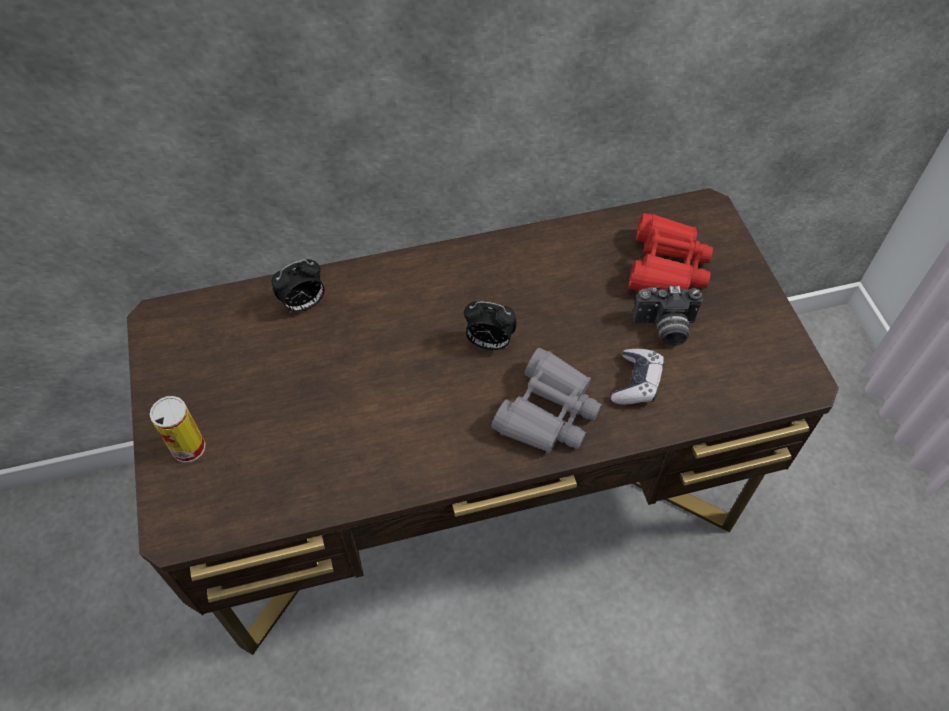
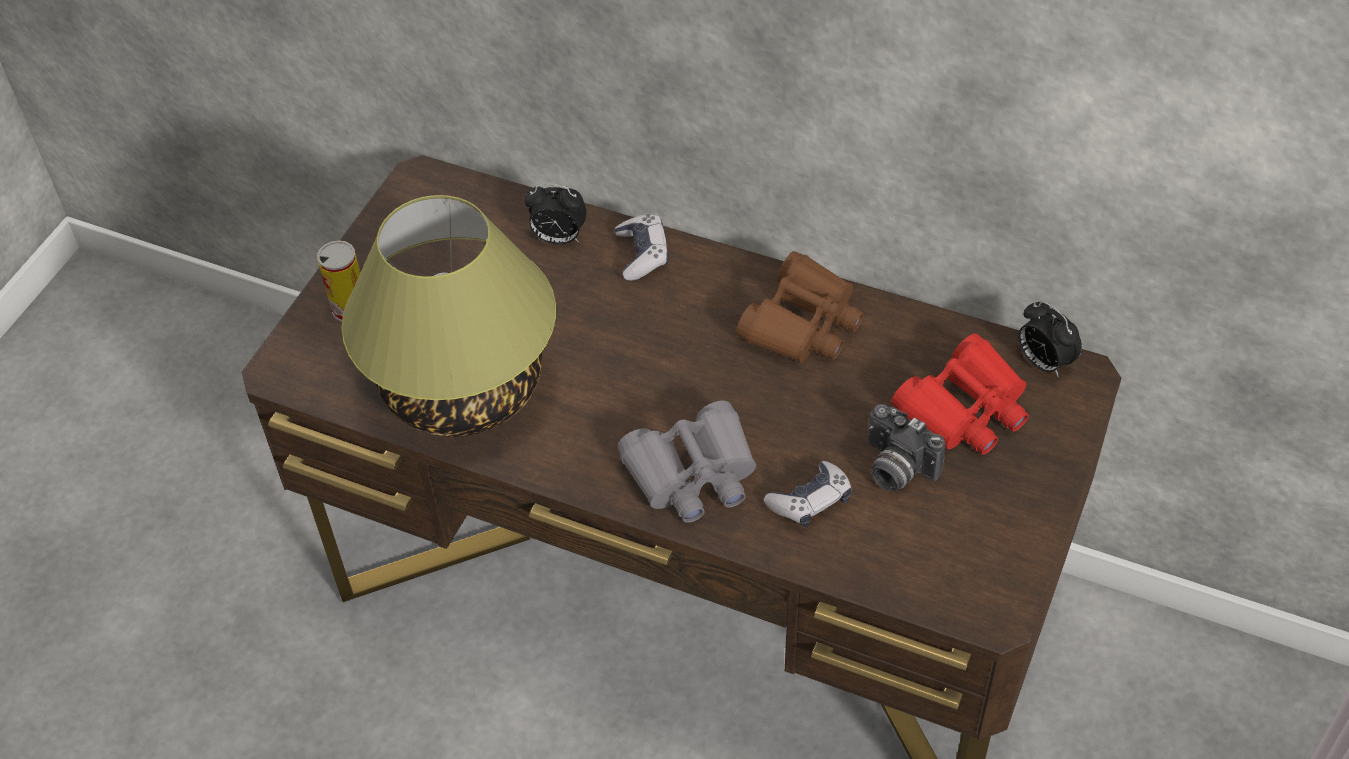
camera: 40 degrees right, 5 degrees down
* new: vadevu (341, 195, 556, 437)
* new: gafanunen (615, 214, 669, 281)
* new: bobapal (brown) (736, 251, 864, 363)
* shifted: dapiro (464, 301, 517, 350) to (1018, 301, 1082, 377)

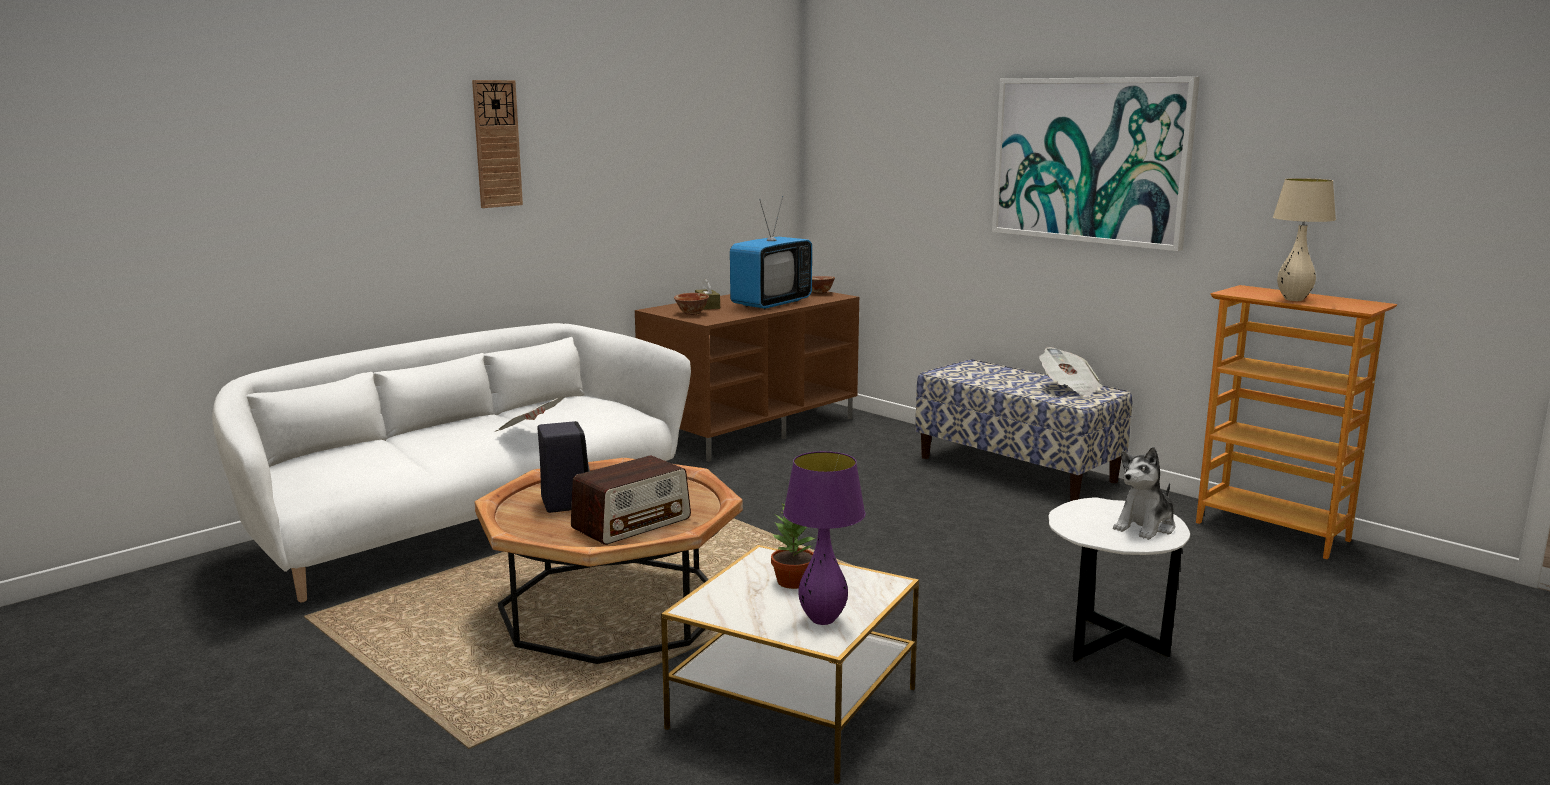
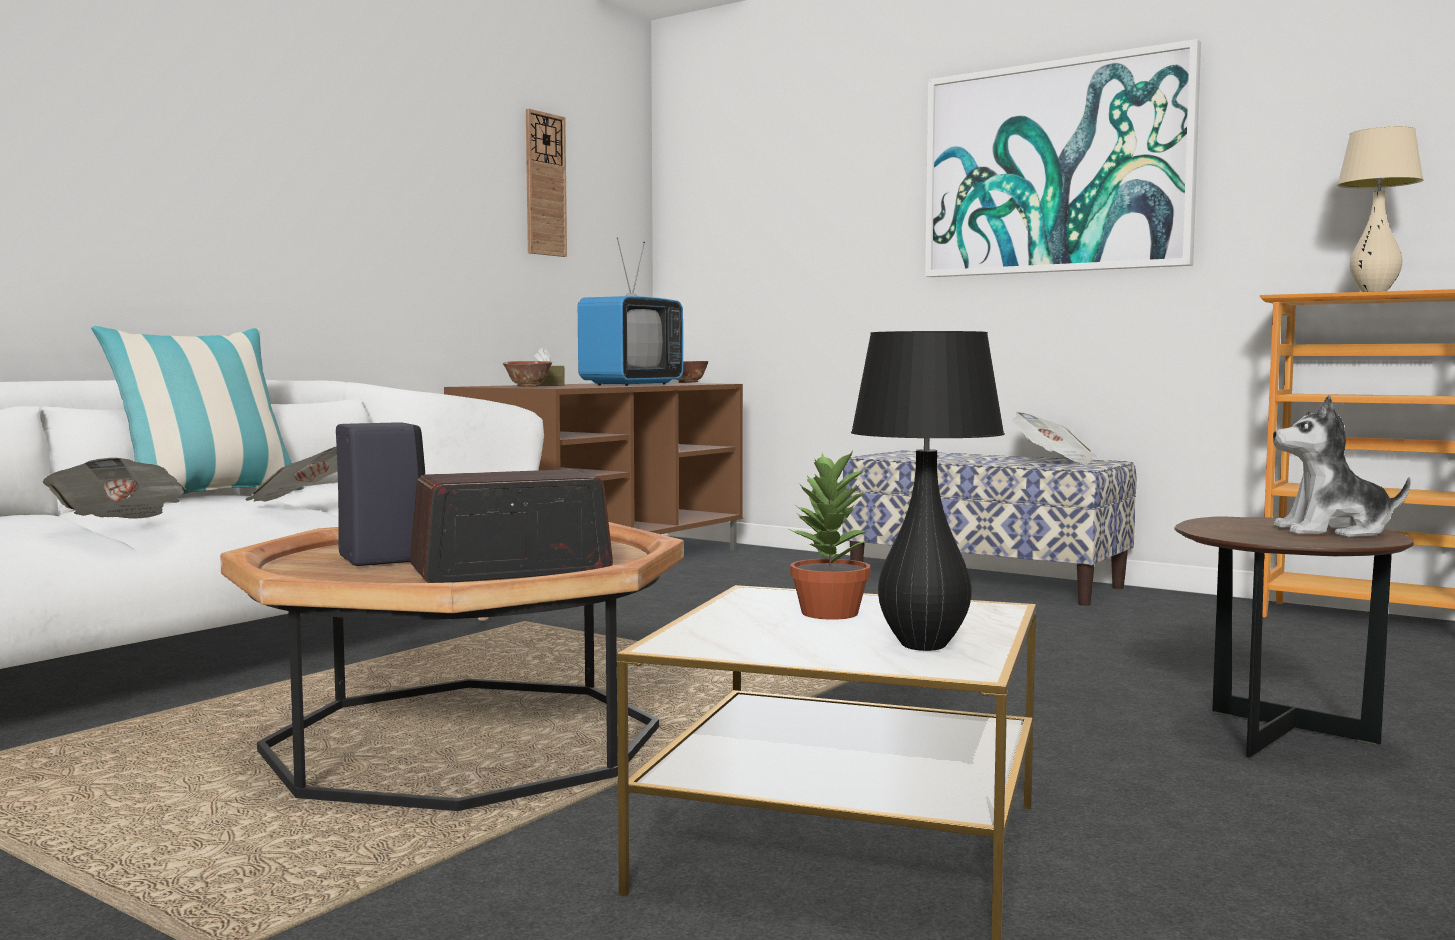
camera: 10 degrees left, 10 degrees down
* new: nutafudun (43, 458, 186, 518)
* new: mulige (91, 326, 305, 495)
* rotated: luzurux (571, 456, 691, 545) = (410, 469, 613, 583) 150 degrees counterclockwise
* shifted: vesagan (472, 80, 523, 208) to (526, 108, 567, 257)
* repainted: vadevu (purple) (783, 451, 865, 625) to vadevu (black) (851, 331, 1005, 651)
* repainted: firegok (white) (1048, 498, 1190, 662) to firegok (brown) (1175, 516, 1414, 759)
* rotated: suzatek (1113, 447, 1175, 540) = (1273, 396, 1411, 537) 60 degrees clockwise

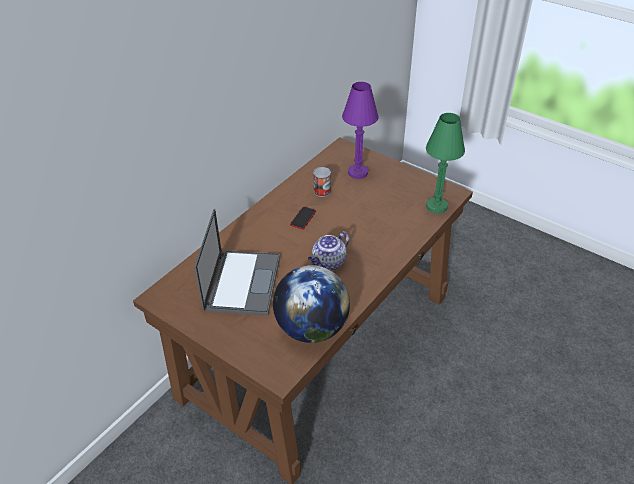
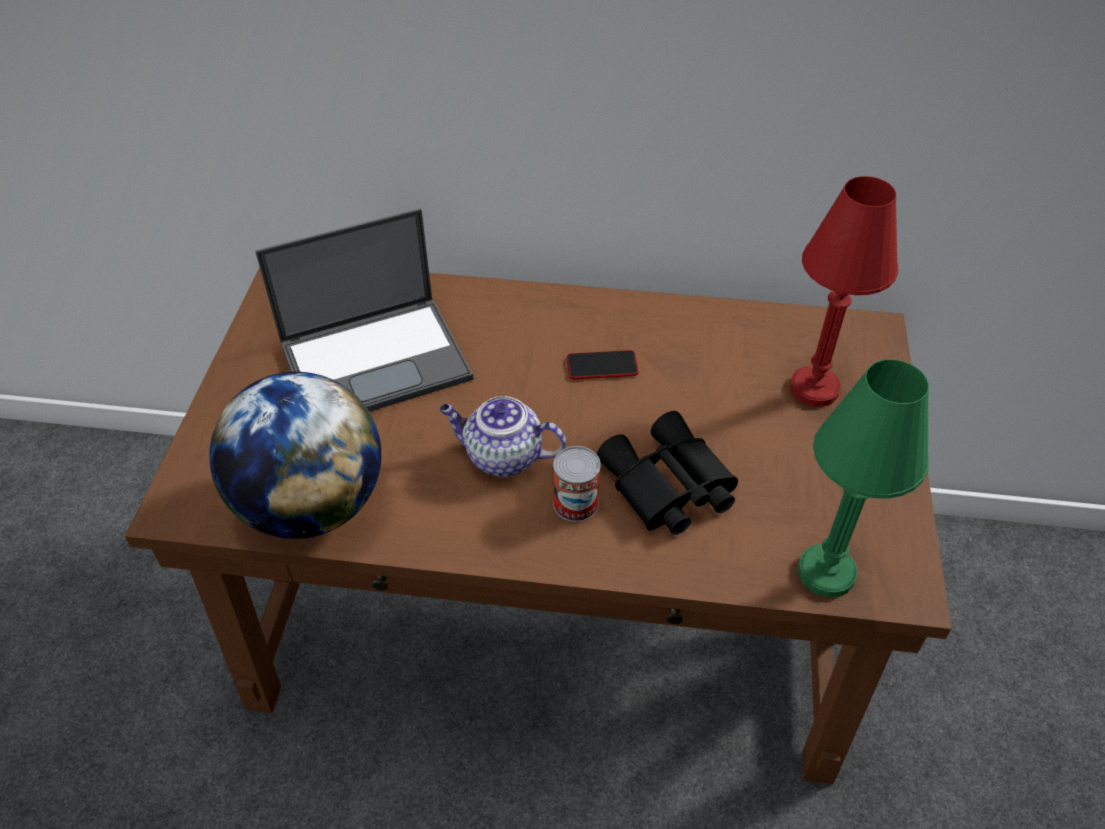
camera: 60 degrees right, 5 degrees up
* shifted: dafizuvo (313, 167, 331, 197) to (553, 446, 601, 522)
* new: bobapal (black) (597, 411, 738, 535)
* repainted: vadevu (purple) (342, 82, 379, 179) to vadevu (red) (790, 176, 898, 407)

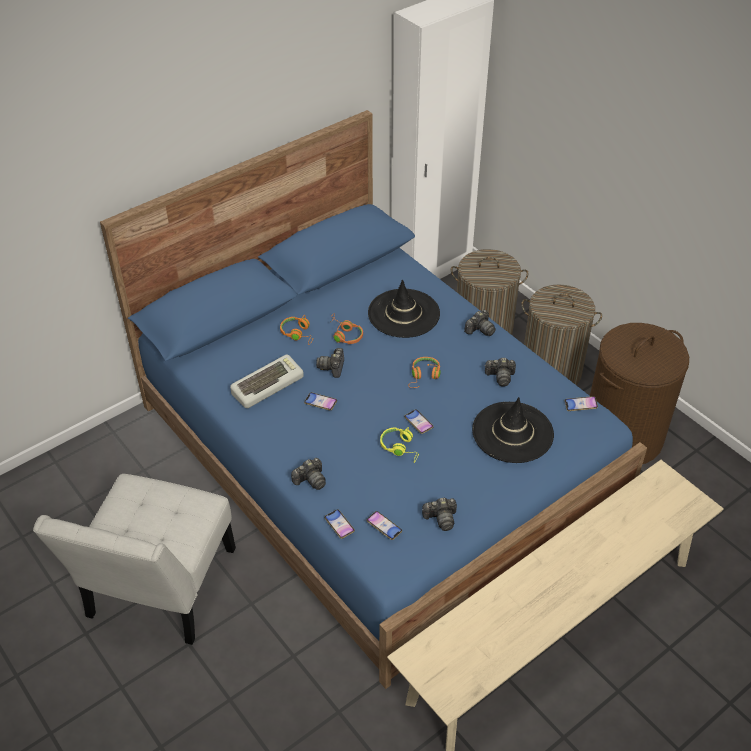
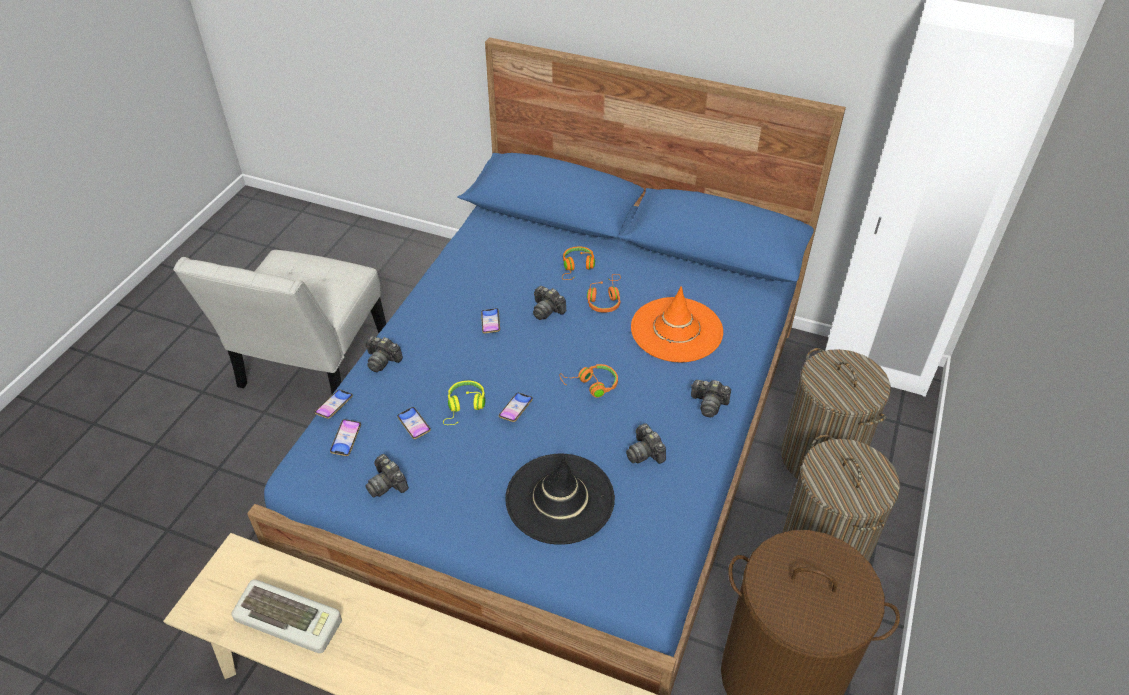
camera: 60 degrees right, 0 degrees up
* rotated: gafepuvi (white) (33, 474, 236, 645) = (173, 250, 386, 394) 60 degrees counterclockwise
* shifted: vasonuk (230, 355, 304, 408) to (232, 579, 342, 653)
* shifted: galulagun (565, 396, 598, 411) to (397, 407, 431, 439)
* rotated: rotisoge (316, 348, 344, 378) = (533, 286, 566, 320) 120 degrees counterclockwise
* repainted: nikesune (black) (368, 279, 440, 338) to nikesune (orange) (631, 286, 723, 362)

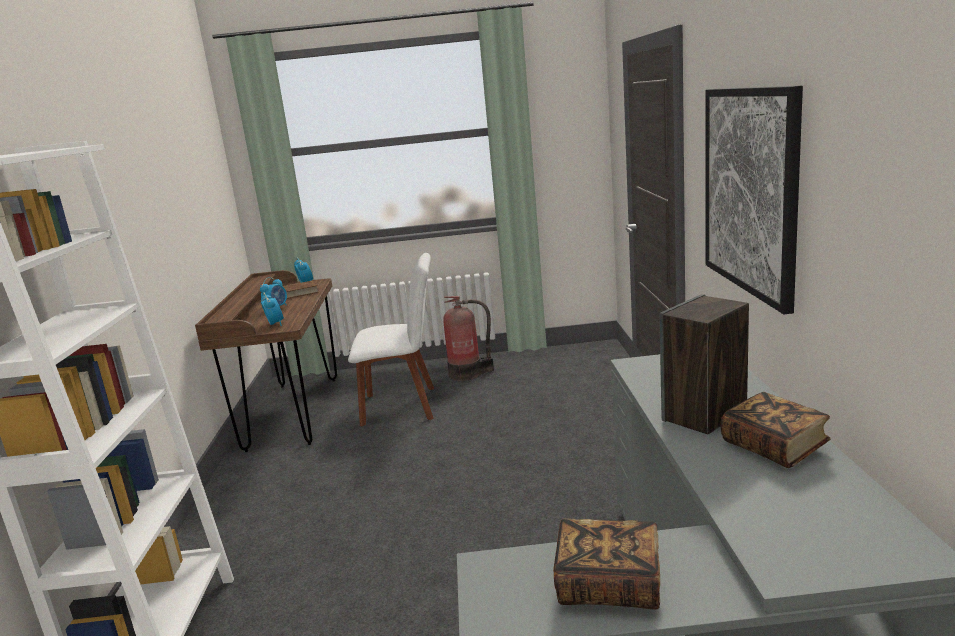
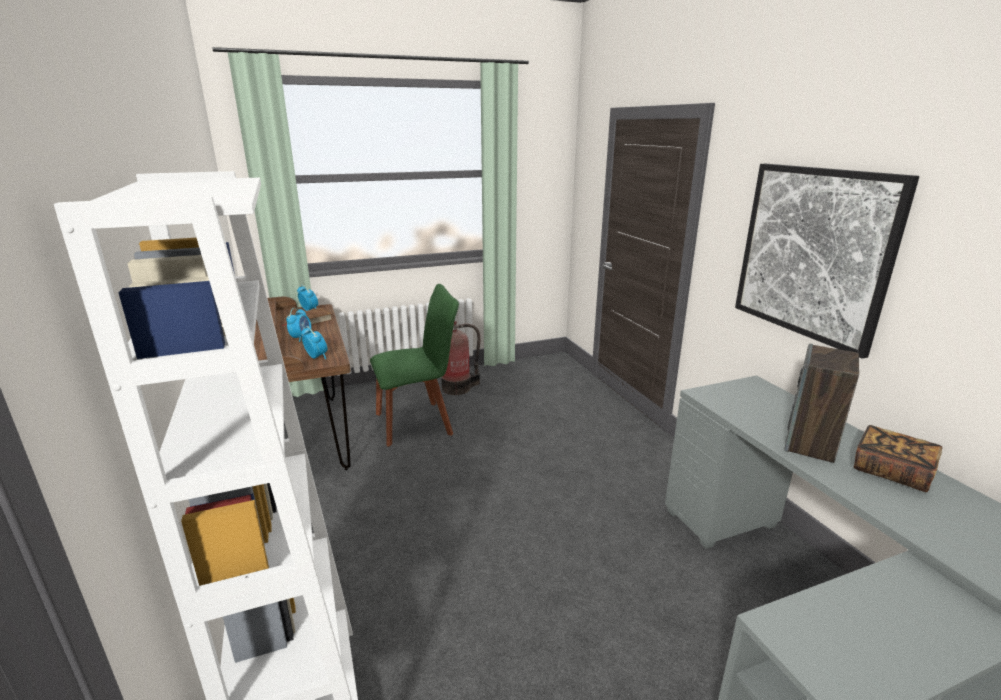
camera: 20 degrees left, 5 degrees up
* repainted: gafepuvi (white) (348, 253, 434, 426) to gafepuvi (green) (370, 284, 459, 446)
* gone: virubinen (553, 519, 660, 610)

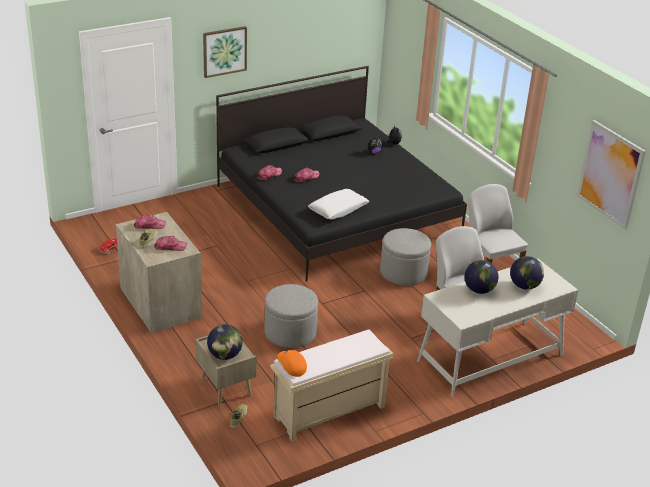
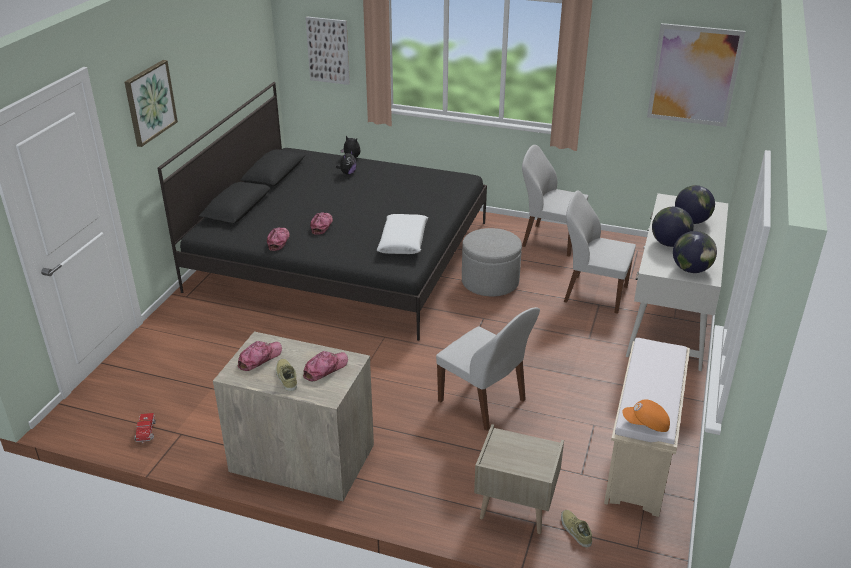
camera: 40 degrees left, 0 degrees up
* new: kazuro (305, 17, 350, 85)
* swapped: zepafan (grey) (264, 284, 318, 348) to gafepuvi (white) (436, 307, 540, 431)
* shifted: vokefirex (207, 324, 243, 360) to (673, 231, 717, 273)

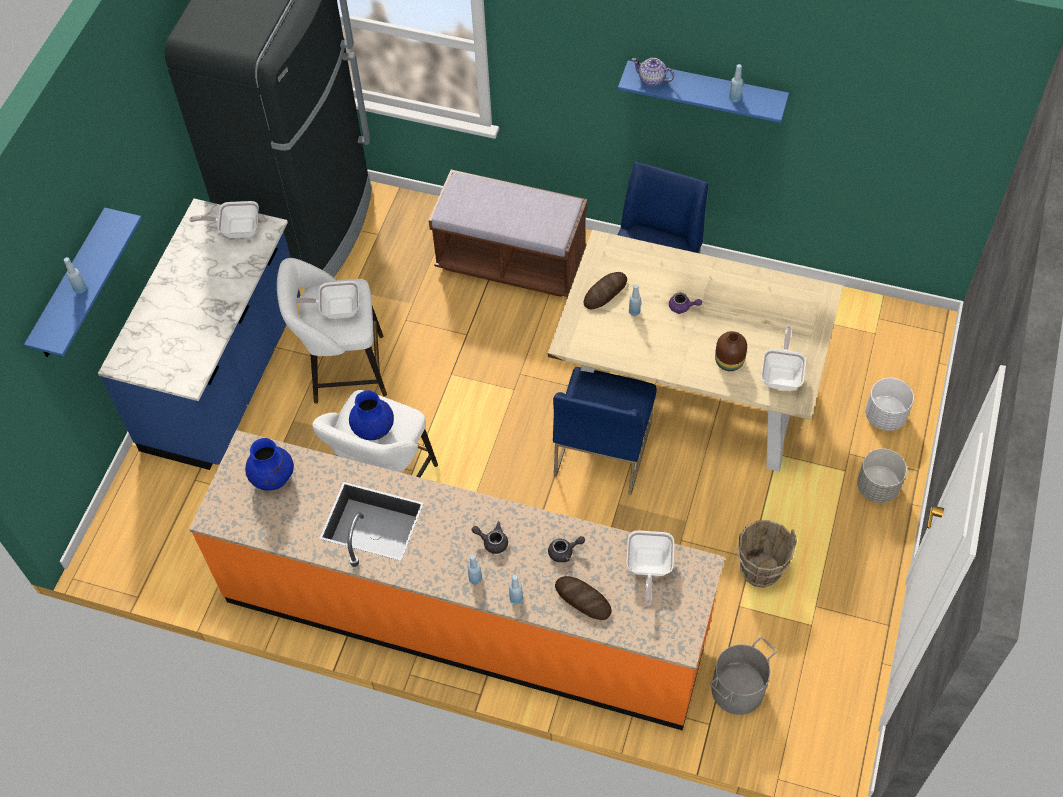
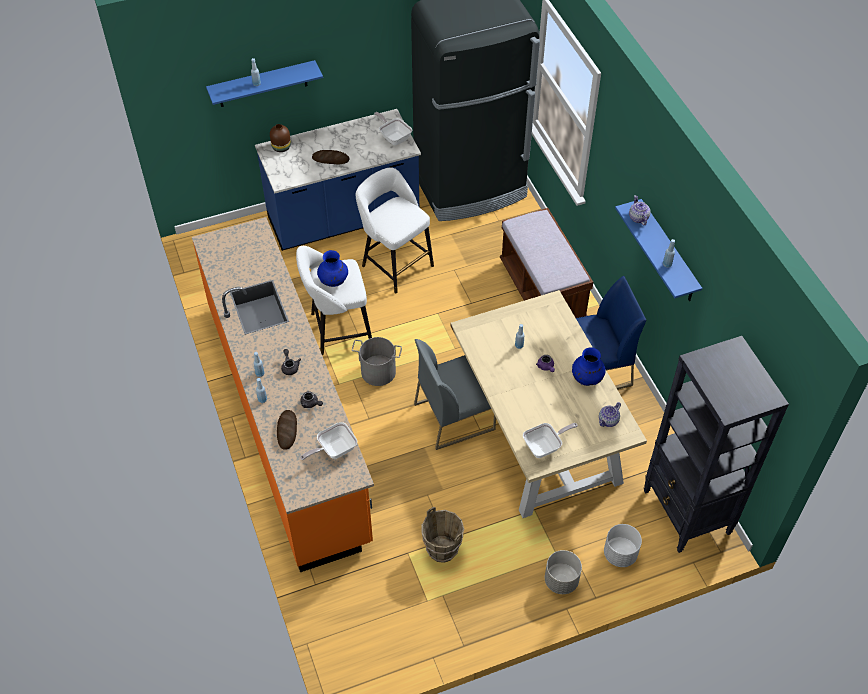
camera: 50 degrees right, 5 degrees down
* shifted: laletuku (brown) (715, 331, 747, 371) to (270, 124, 291, 152)
* shifted: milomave (584, 272, 627, 310) to (312, 150, 349, 165)
* shifted: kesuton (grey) (710, 637, 777, 715) to (352, 337, 402, 386)
* repainted: gafepuvi (blue) (553, 367, 657, 495) to gafepuvi (grey) (414, 339, 496, 450)
* shifted: laletuku (blue) (245, 438, 294, 491) to (572, 347, 606, 386)
* new: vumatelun (599, 402, 621, 427)
* new: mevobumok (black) (644, 336, 789, 553)
* gone: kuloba (296, 281, 359, 319)

